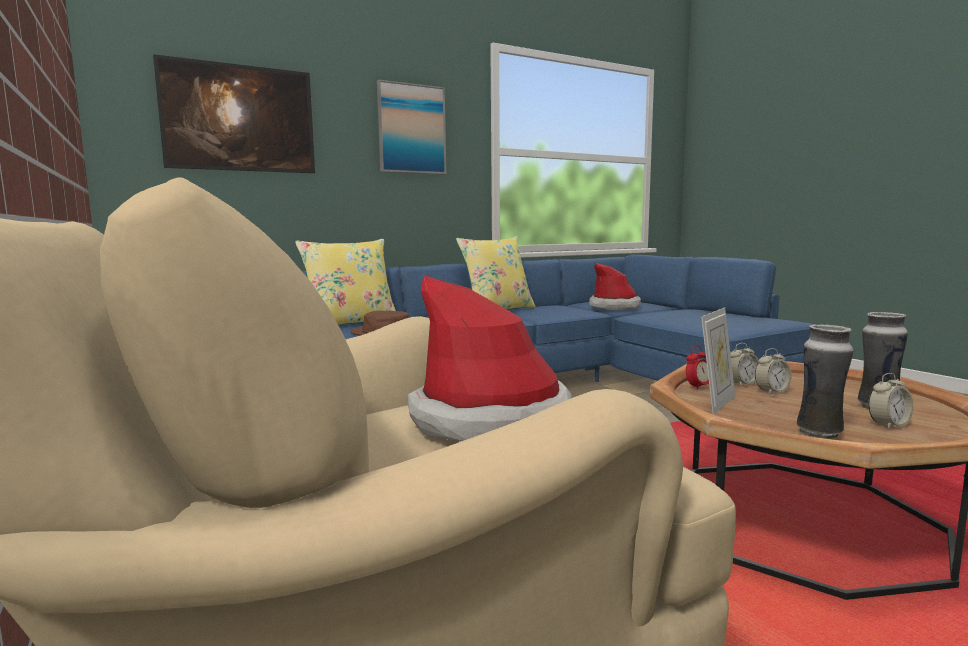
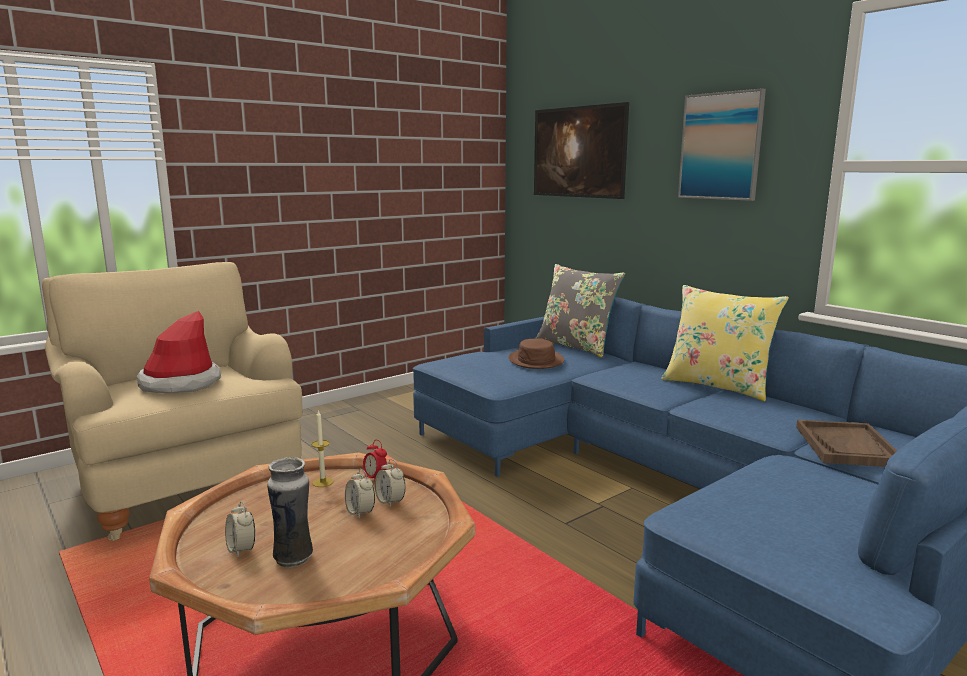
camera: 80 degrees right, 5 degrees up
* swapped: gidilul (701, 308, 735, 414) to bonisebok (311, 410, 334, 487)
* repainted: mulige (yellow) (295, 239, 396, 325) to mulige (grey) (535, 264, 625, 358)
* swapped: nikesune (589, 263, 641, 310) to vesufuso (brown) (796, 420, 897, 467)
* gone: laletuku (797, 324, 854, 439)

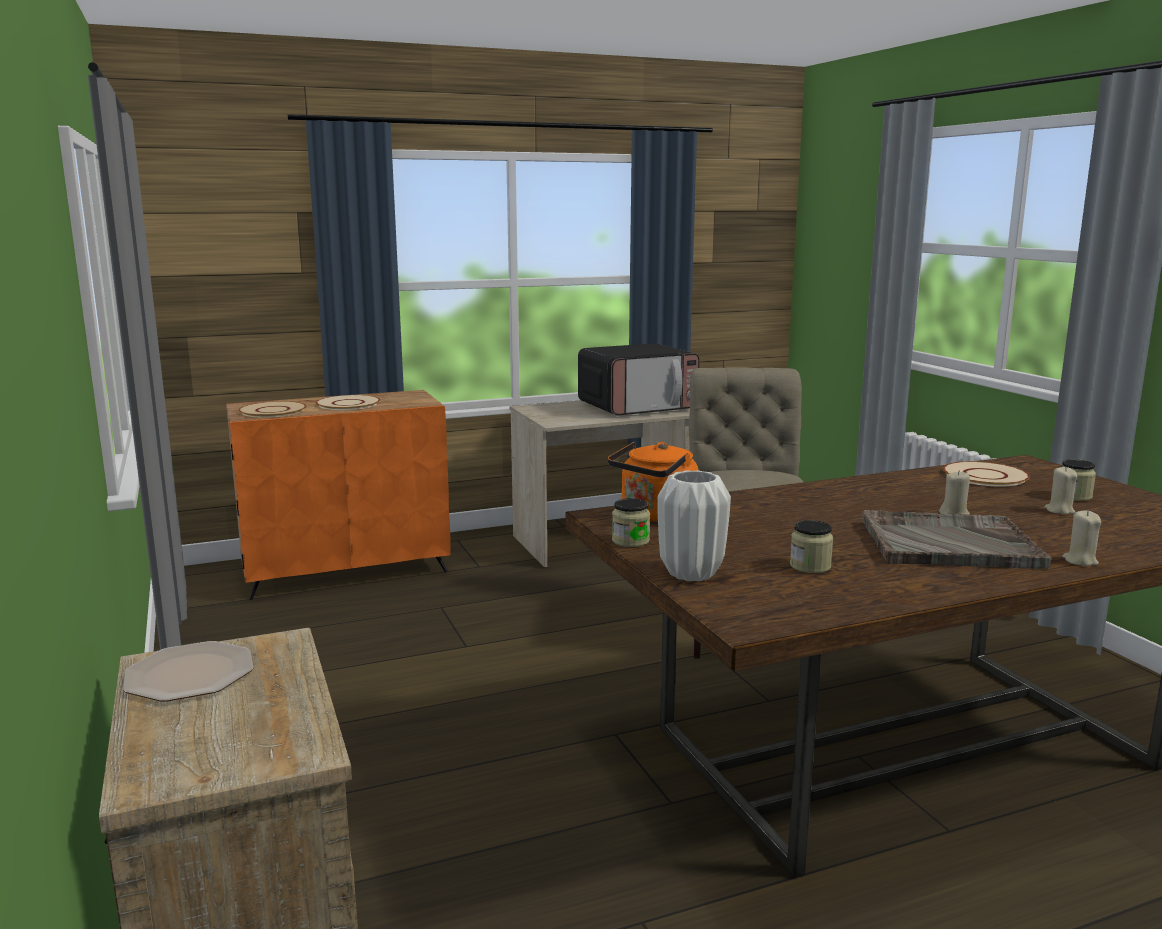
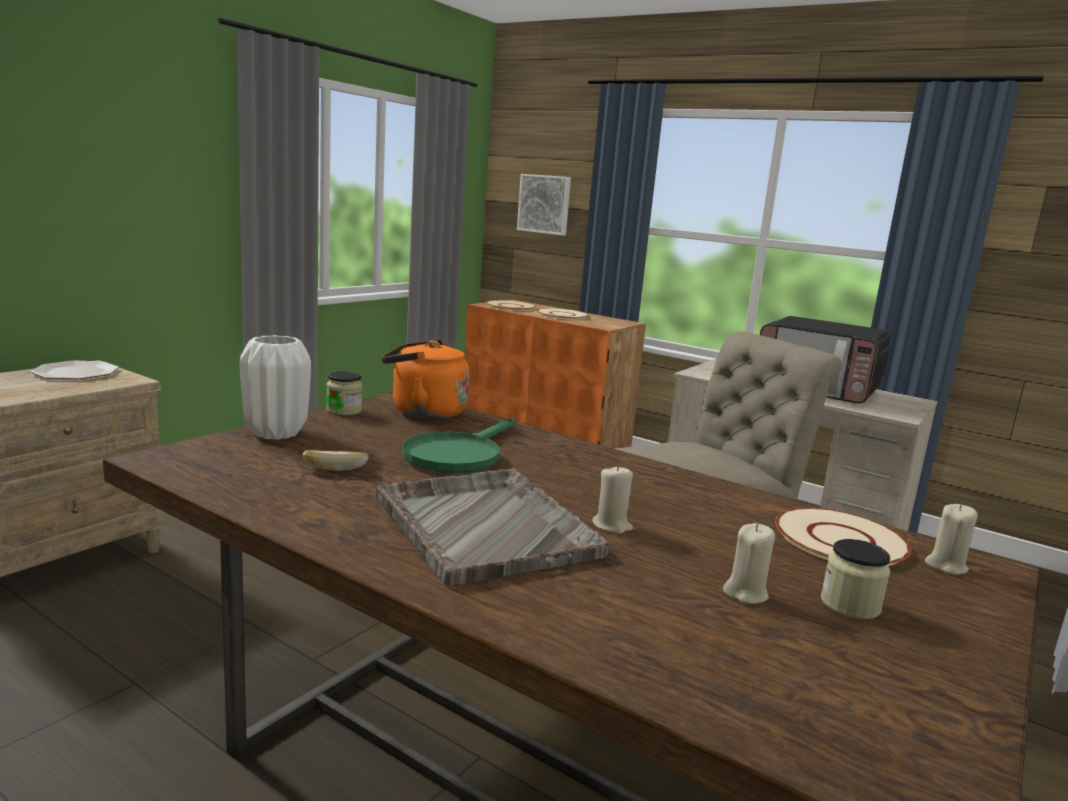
camera: 55 degrees right, 0 degrees up
* swapped: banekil (790, 520, 833, 573) to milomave (302, 450, 368, 471)
* new: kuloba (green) (402, 418, 516, 473)
* new: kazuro (517, 174, 571, 236)
* shifted: bonisebok (beige) (1062, 510, 1101, 566) to (925, 504, 977, 575)

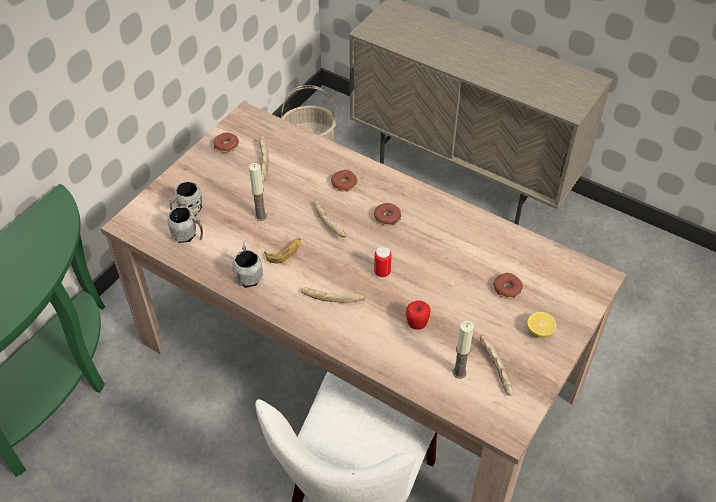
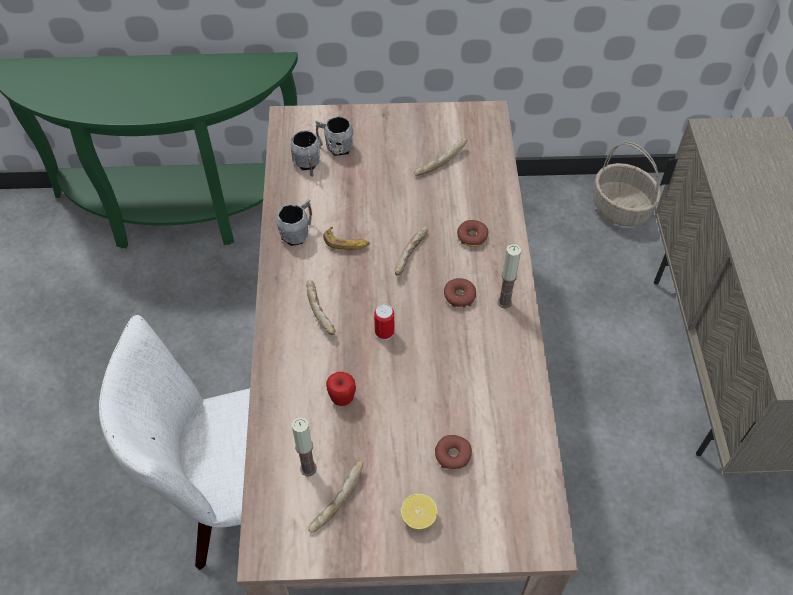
camera: 55 degrees right, 5 degrees up
* shifted: bonisebok (249, 163, 267, 221) to (497, 244, 521, 308)
* gone: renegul (213, 133, 239, 153)

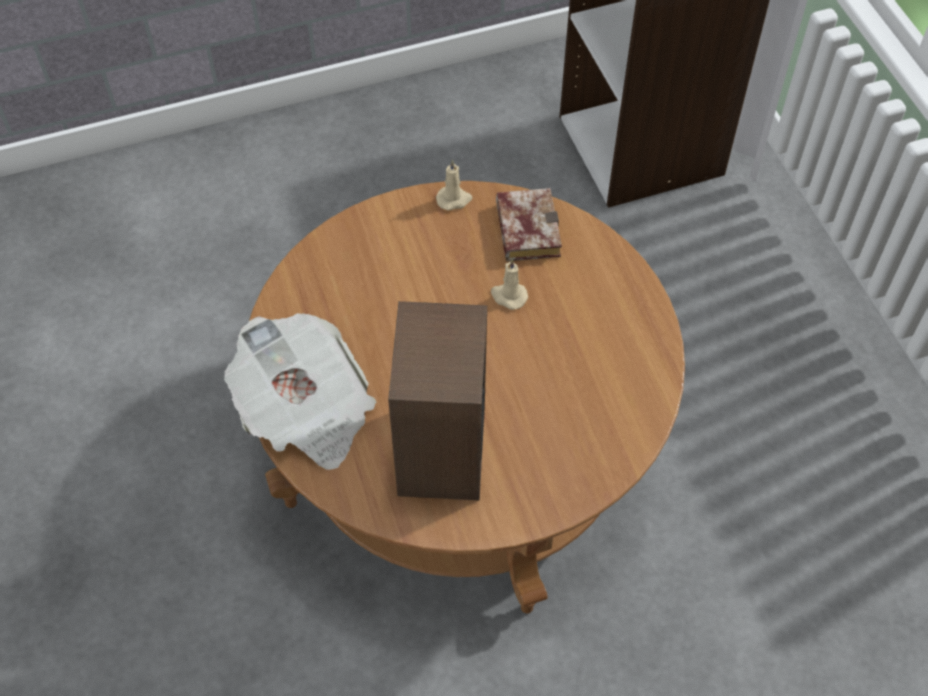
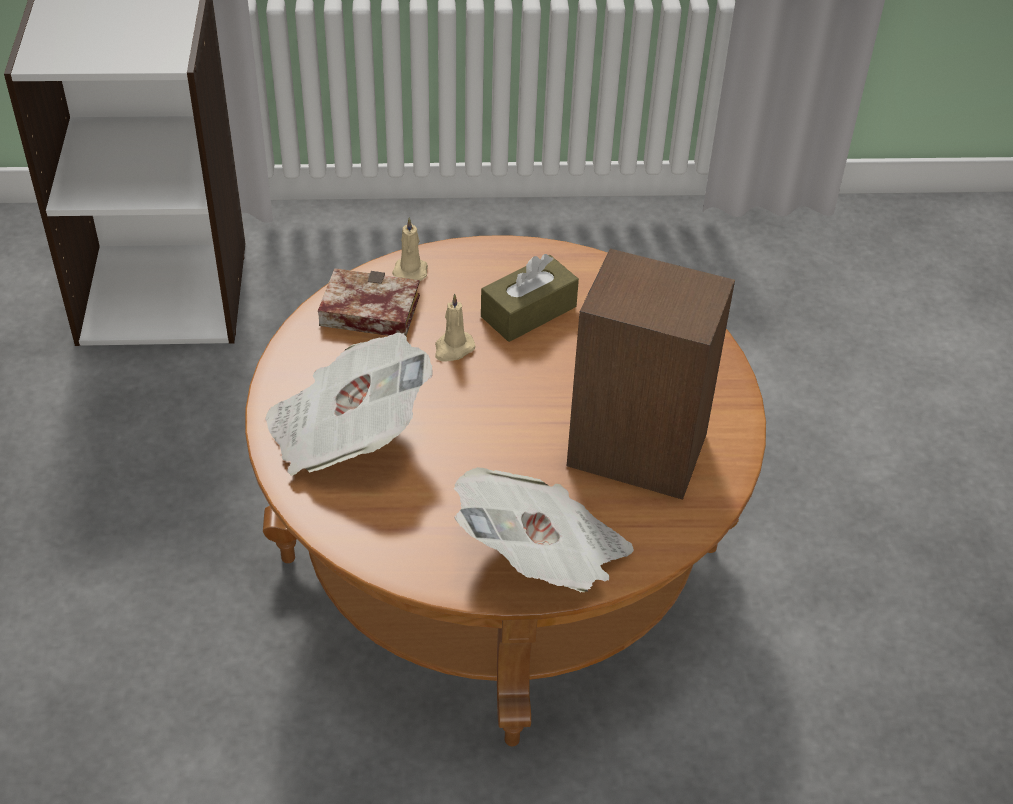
camera: 75 degrees left, 10 degrees down
* new: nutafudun (265, 333, 433, 476)
* shifted: bonisebok (beige) (436, 160, 472, 211) to (392, 217, 428, 281)
* new: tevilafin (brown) (481, 254, 579, 342)

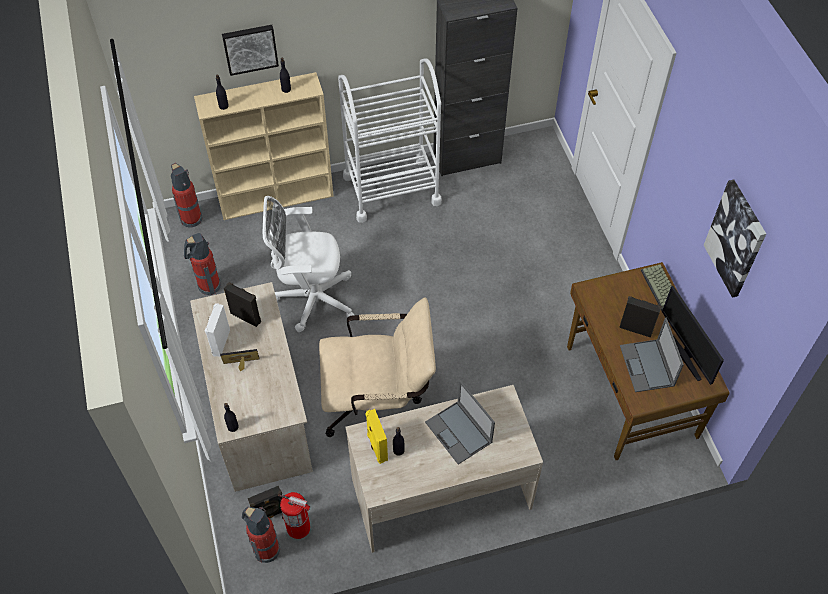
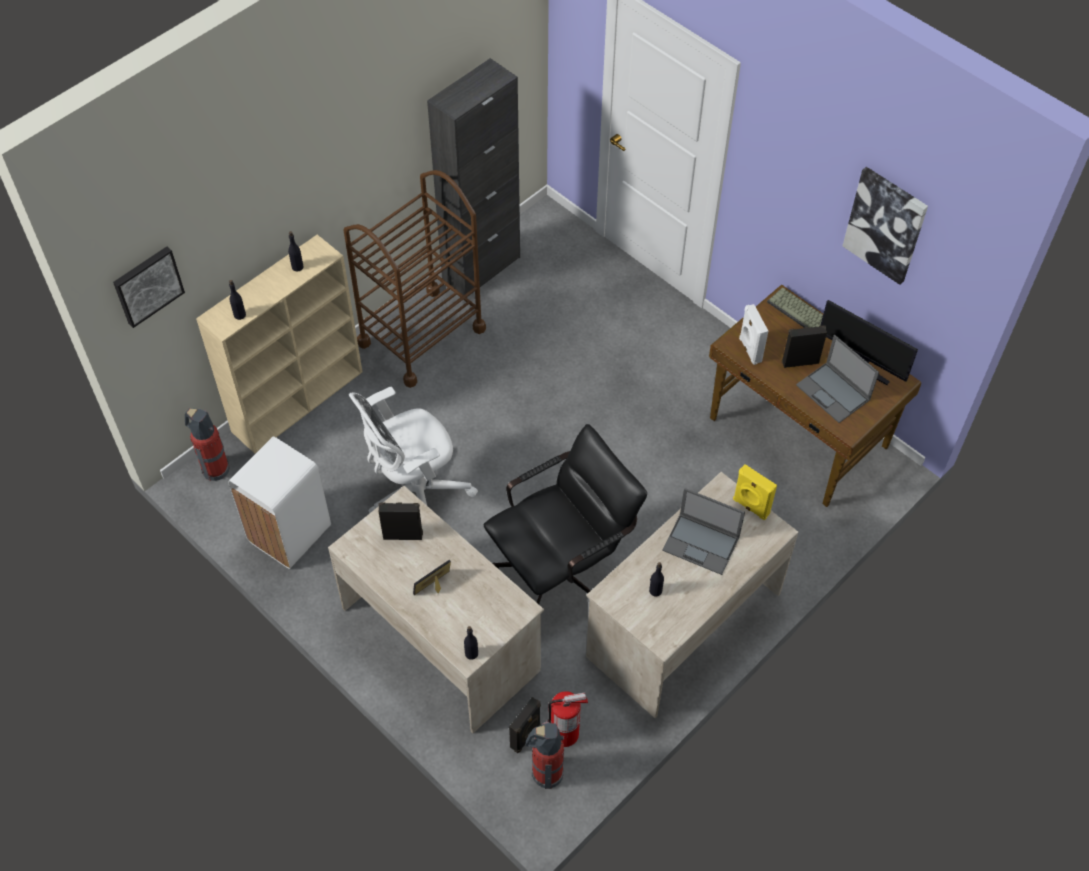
camera: 30 degrees left, 0 degrees up
* shifted: kazuro (222, 25, 279, 76) to (113, 247, 185, 328)
* swapped: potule (184, 233, 221, 295) to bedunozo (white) (228, 436, 331, 569)
* repainted: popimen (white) (338, 58, 441, 223) to popimen (brown) (343, 170, 486, 388)
* repainted: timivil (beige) (319, 298, 436, 437) to timivil (black) (484, 424, 647, 604)
* shifted: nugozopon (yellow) (366, 409, 388, 464) to (733, 464, 777, 520)
* shifted: nugozopon (white) (205, 303, 230, 357) to (739, 304, 768, 365)

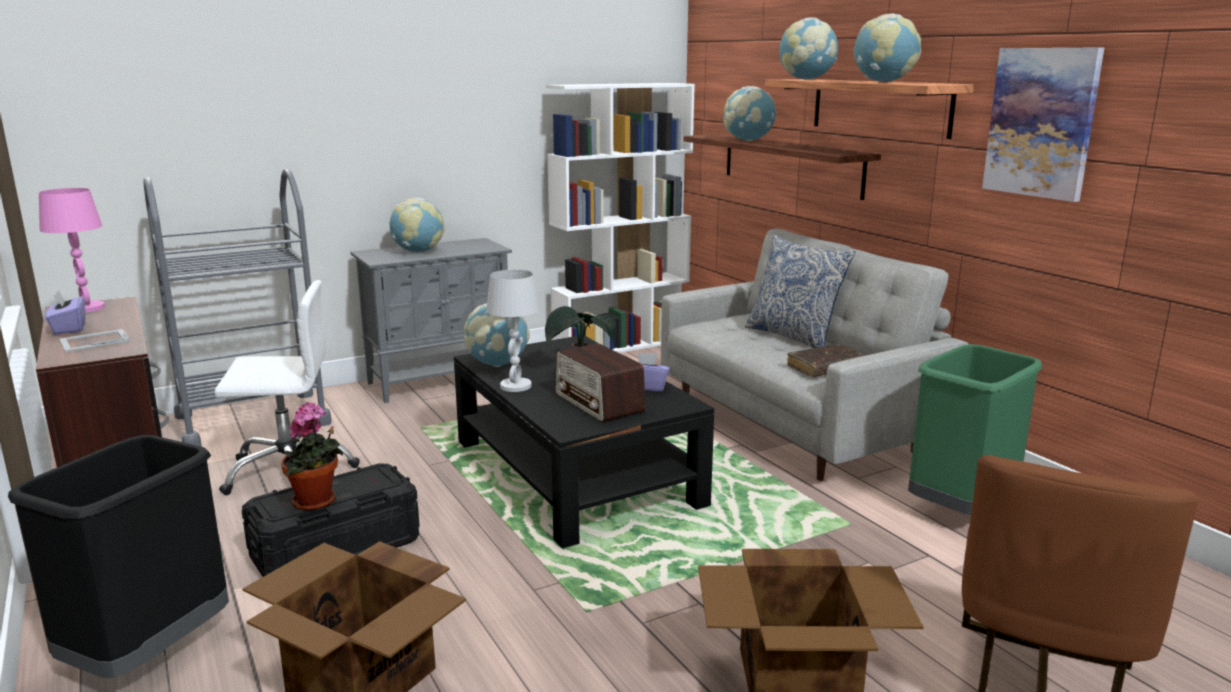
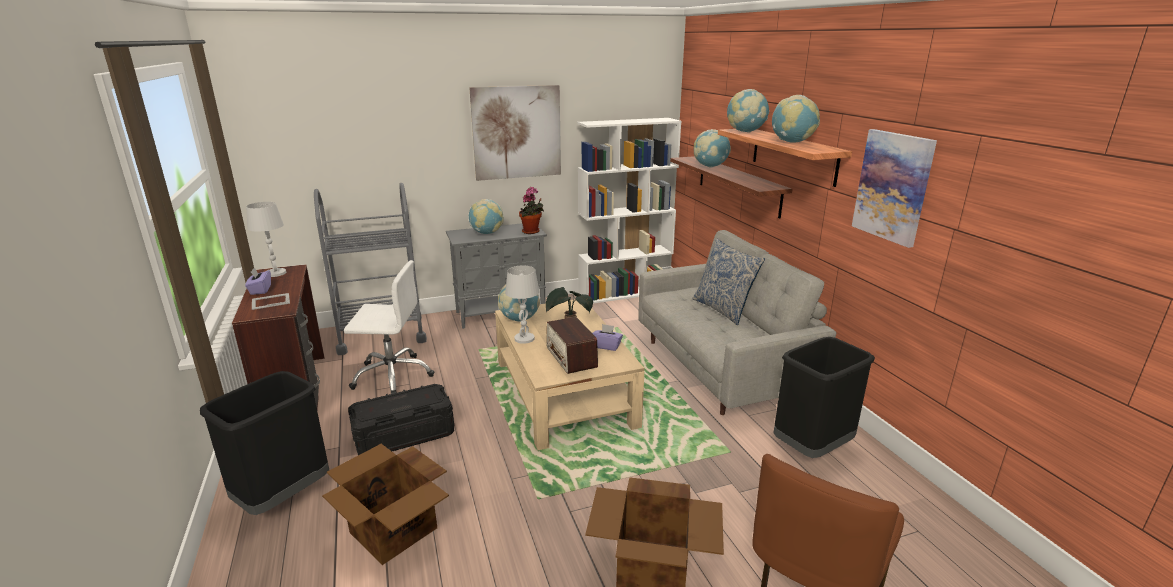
camera: 10 degrees right, 5 degrees up
* repainted: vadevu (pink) (39, 188, 105, 313) to vadevu (white) (246, 202, 286, 277)
* new: kazuro (469, 85, 561, 181)
* repainted: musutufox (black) (454, 335, 714, 549) to musutufox (beige) (495, 299, 645, 450)
* shifted: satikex (281, 402, 343, 511) to (519, 187, 544, 234)
* repainted: bedunozo (green) (908, 344, 1042, 515) to bedunozo (black) (774, 337, 875, 458)
* gone: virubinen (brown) (787, 344, 866, 377)

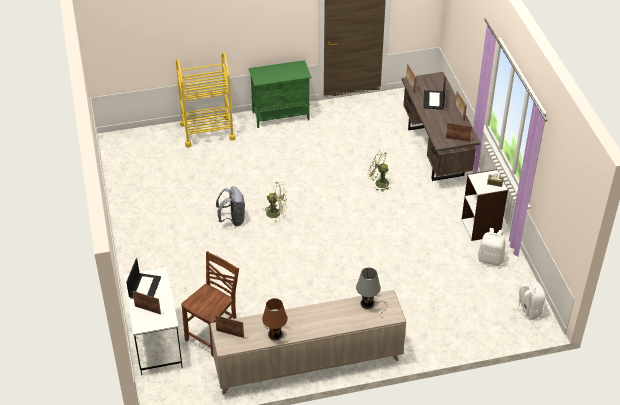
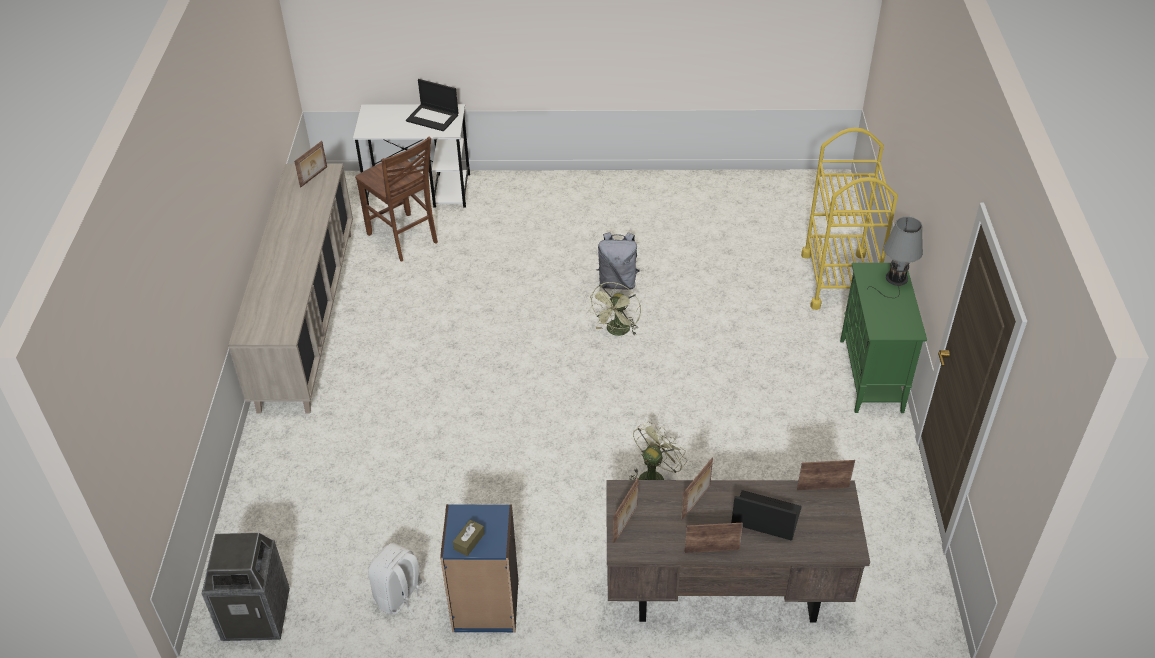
camera: 105 degrees right, 0 degrees up
* swapped: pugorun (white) (512, 282, 545, 320) to bedunozo (202, 533, 290, 641)
* repainted: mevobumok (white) (462, 169, 508, 241) to mevobumok (blue) (440, 504, 518, 633)
* shifted: gidilul (132, 291, 161, 315) to (681, 458, 713, 519)
* shifted: vadevu (grey) (356, 267, 387, 317) to (867, 217, 923, 298)
* gone: vadevu (brown) (262, 298, 288, 340)

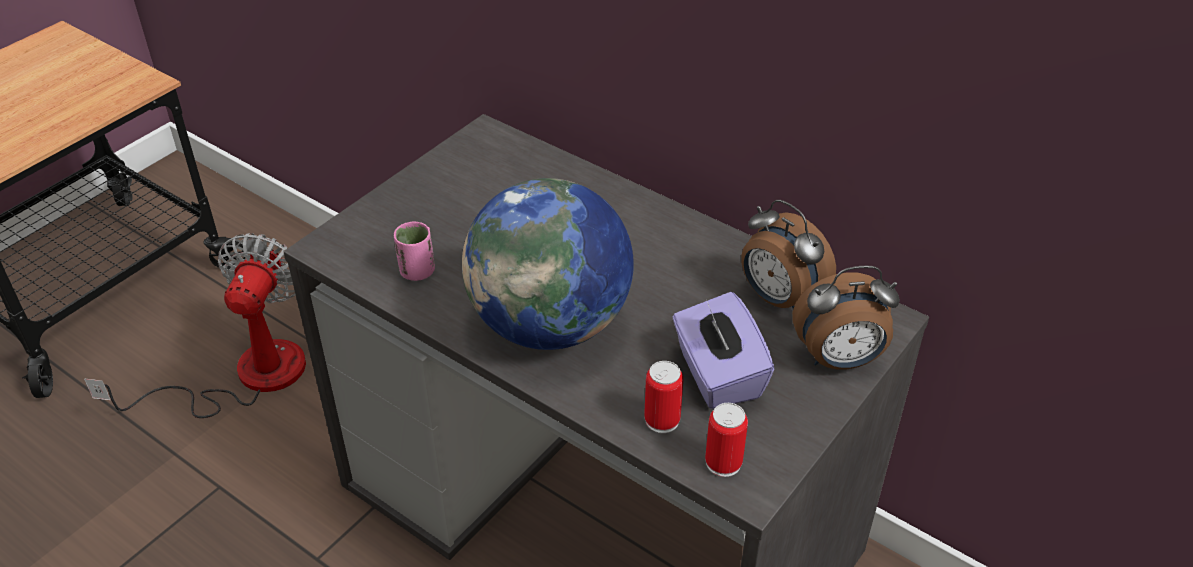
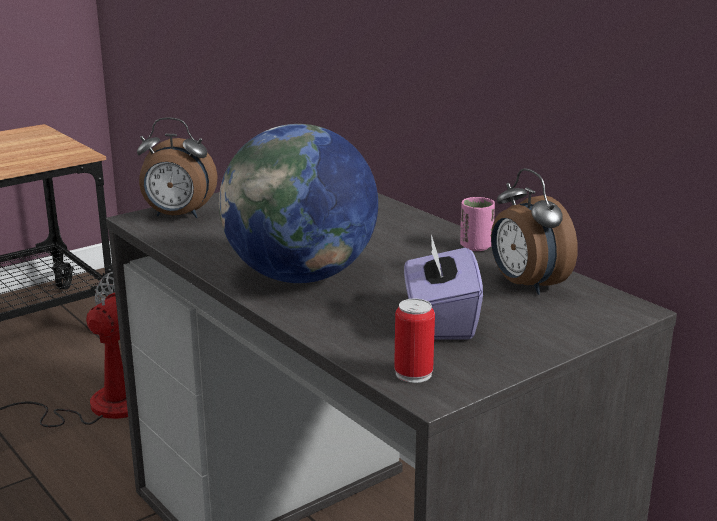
camera: 15 degrees right, 20 degrees down
* shifted: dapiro (792, 266, 900, 369) to (137, 117, 218, 218)
* shifted: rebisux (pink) (394, 221, 435, 281) to (460, 197, 495, 251)
* gone: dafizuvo (644, 361, 683, 433)

